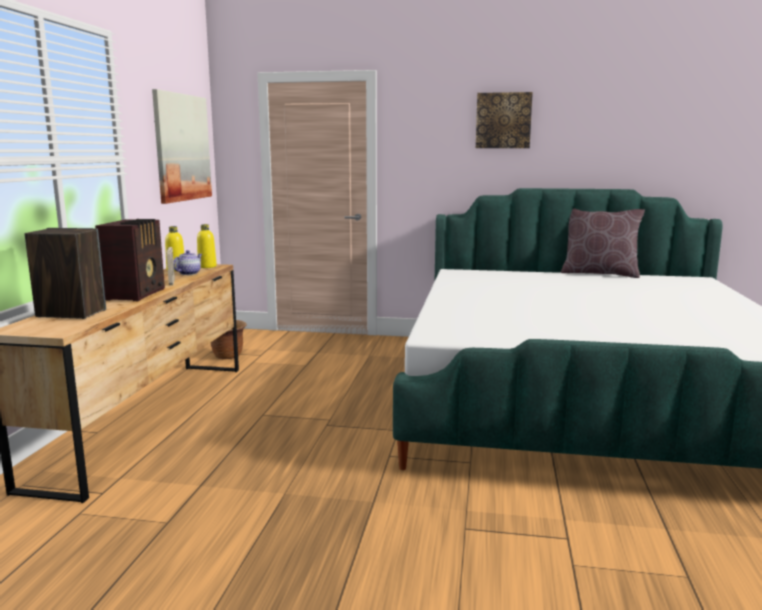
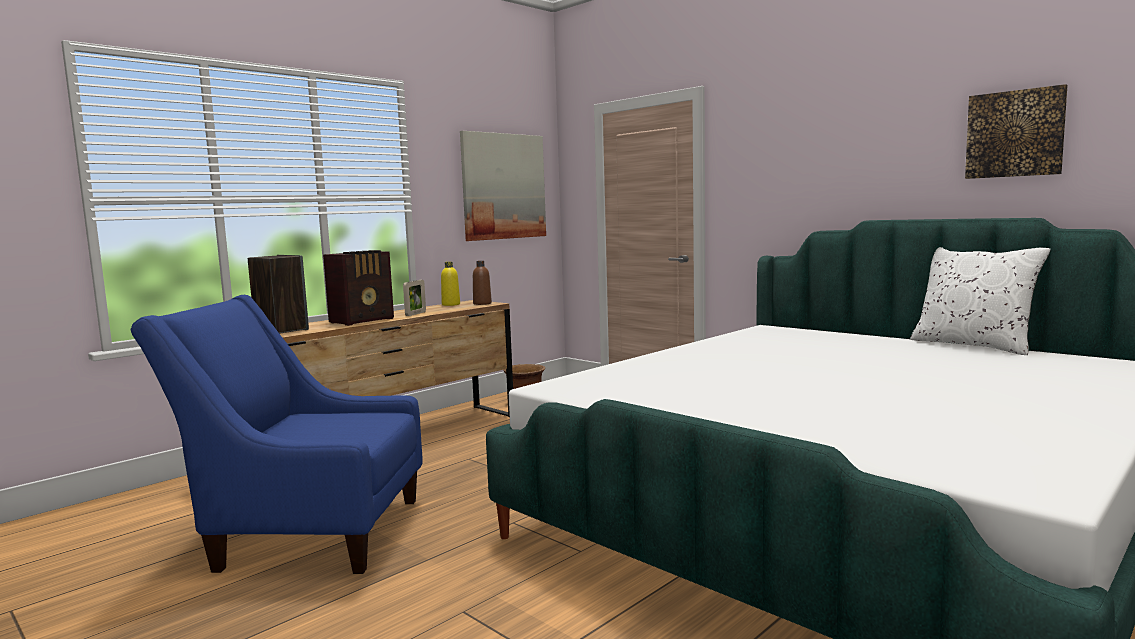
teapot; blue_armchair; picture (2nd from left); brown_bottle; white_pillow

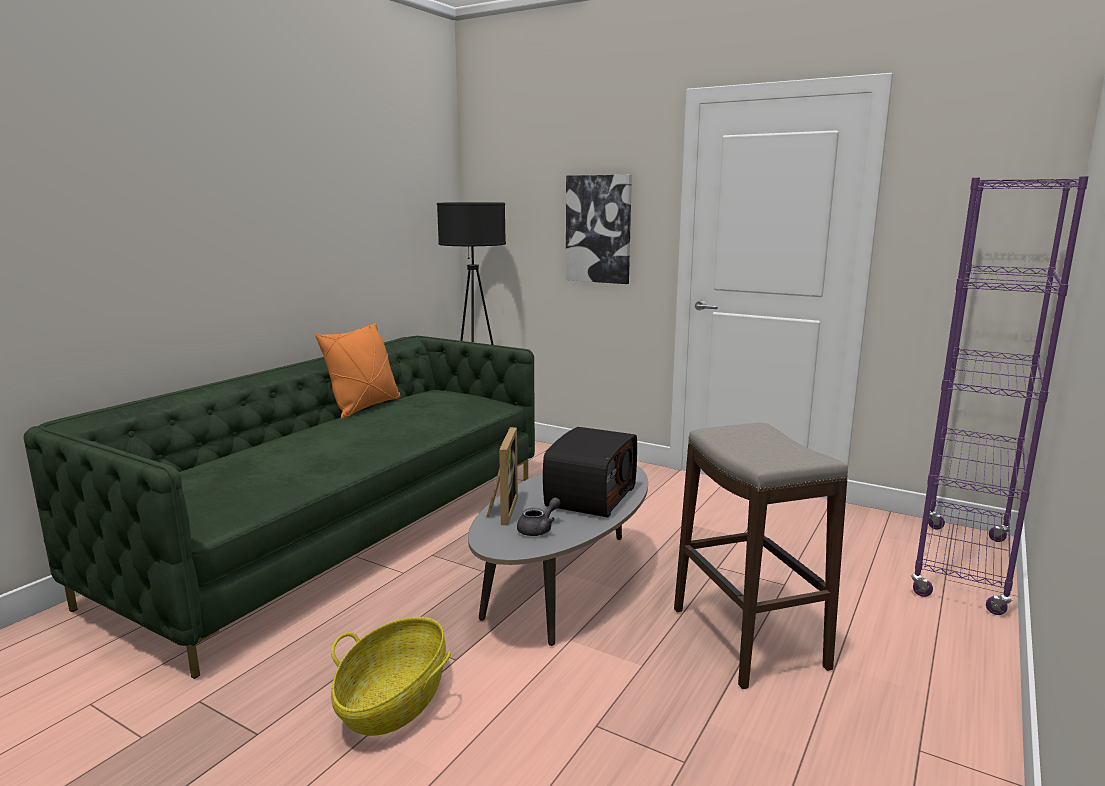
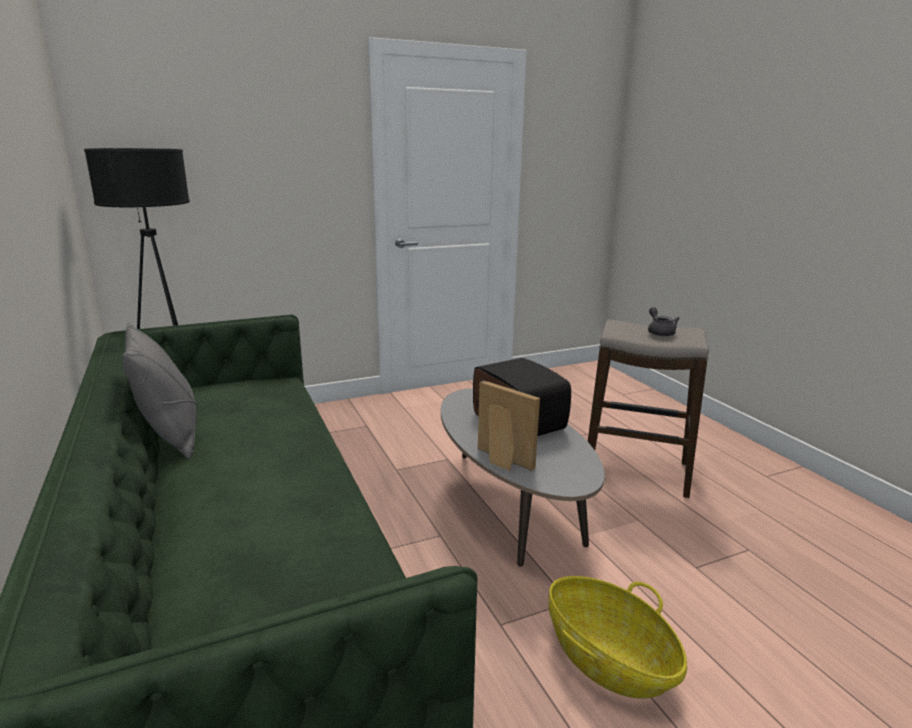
picture; purple_bookcase; grey_teapot; grey_pillow

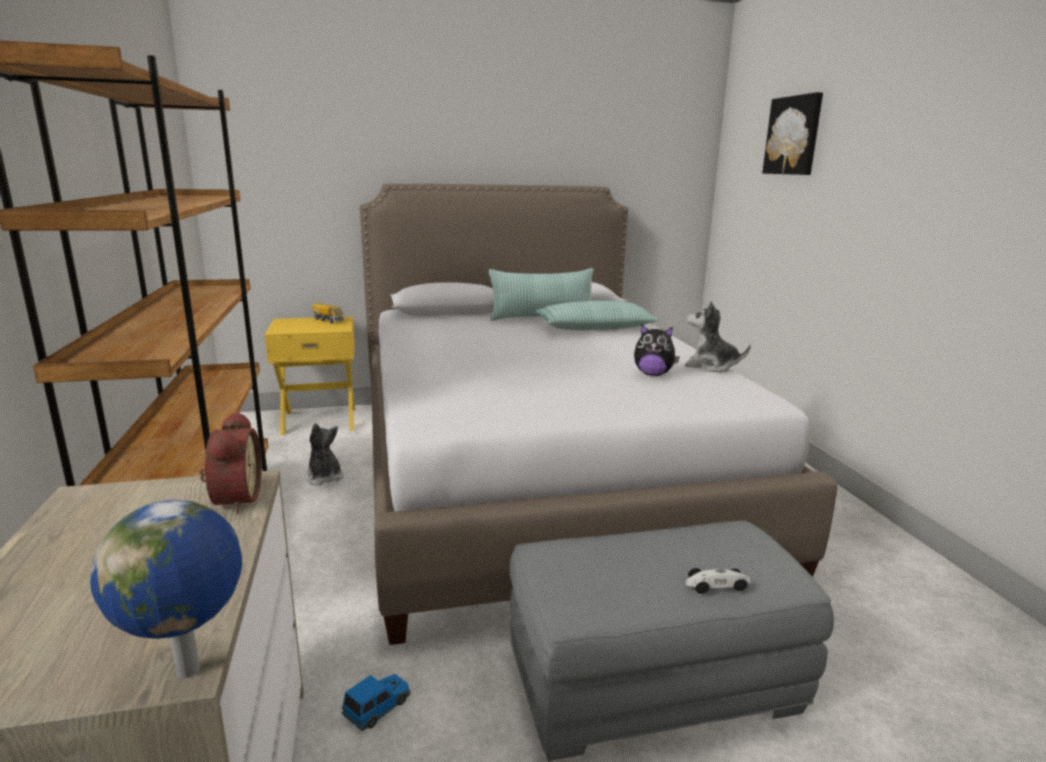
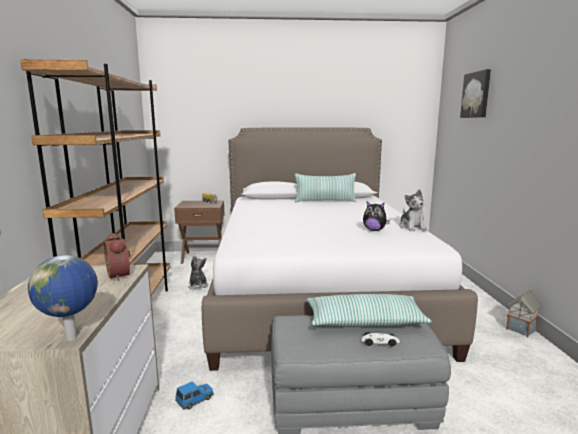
toy_house; pillow (2nd from left); brown_nightstand; alarm_clock; plush_toy (3rd from left)

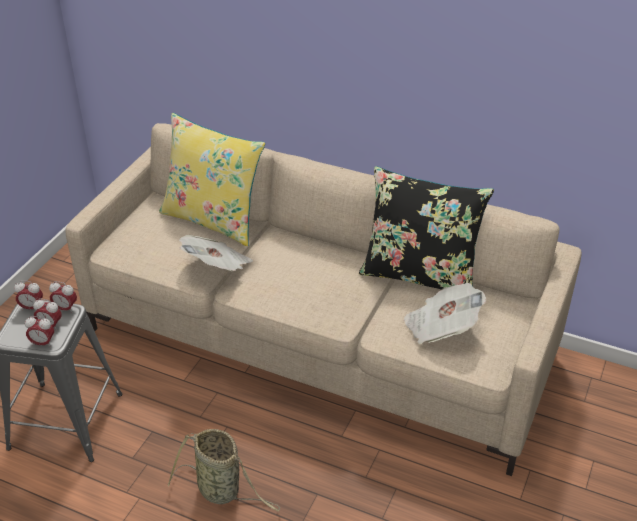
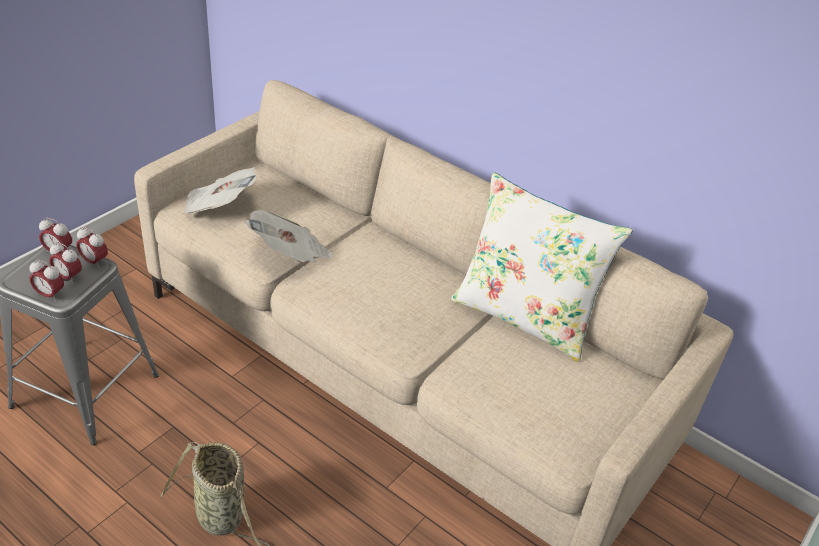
yellow_pillow; newspaper (1st from left); white_pillow

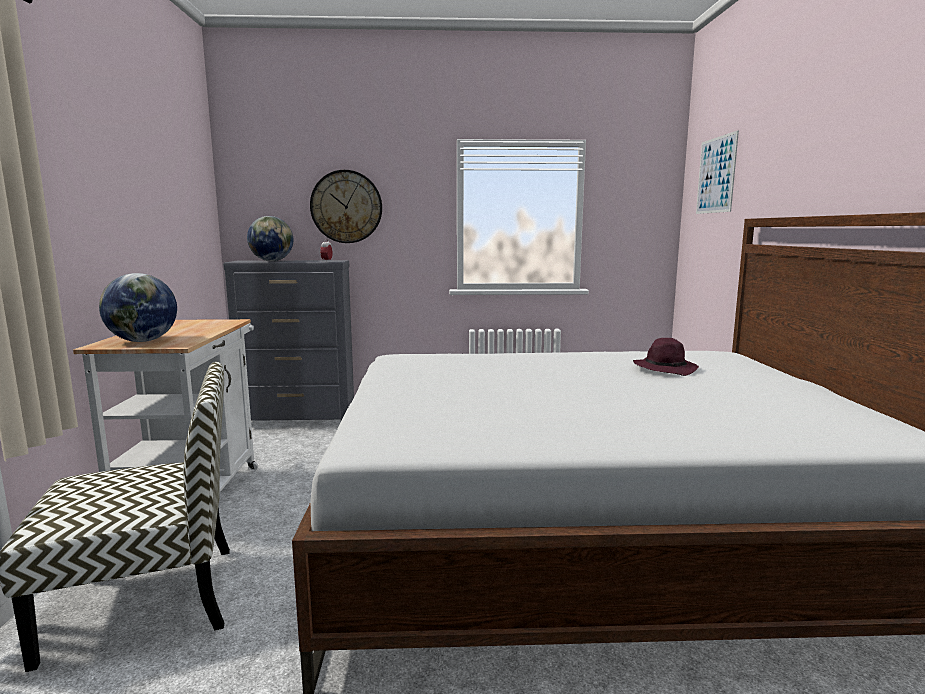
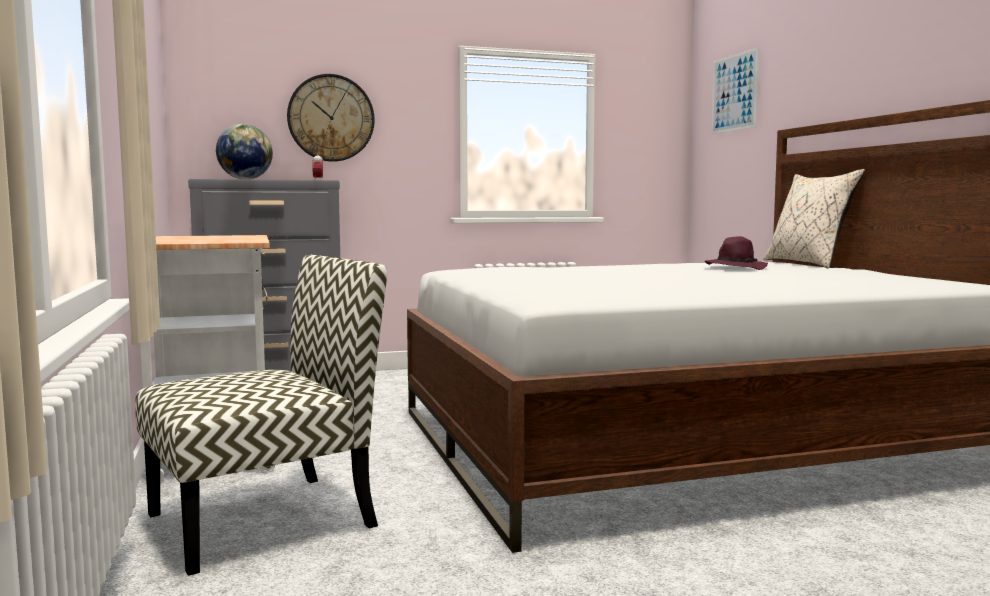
globe (1st from left in the first image); beige_pillow

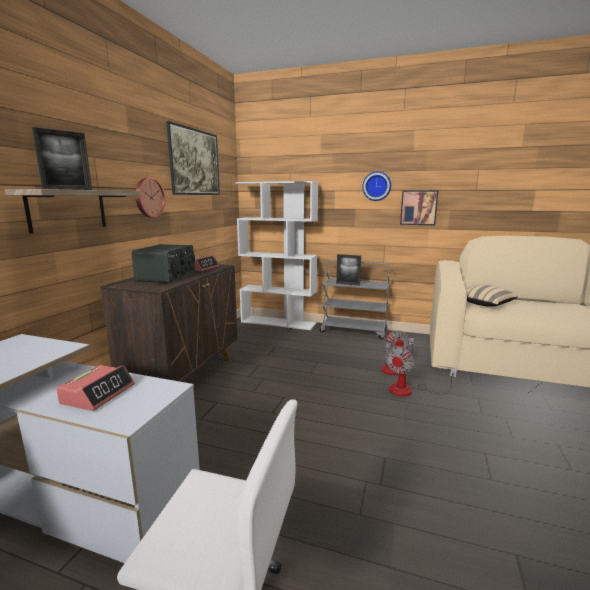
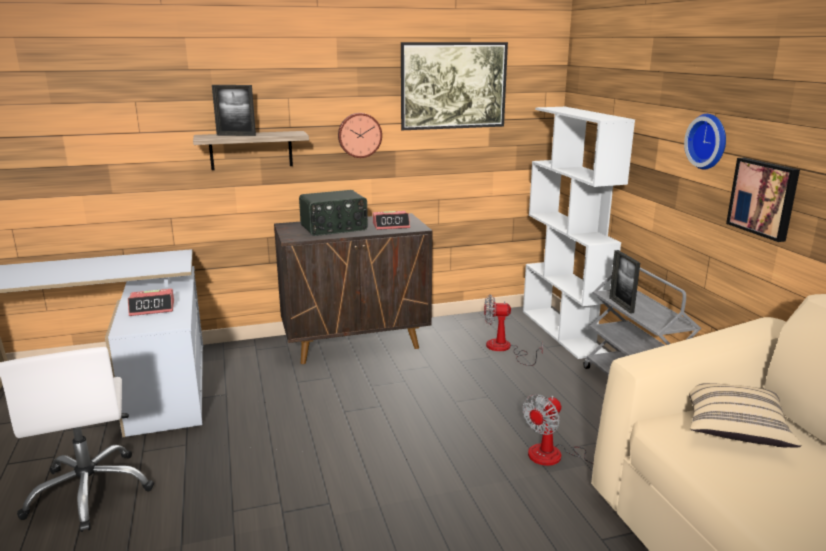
fan (1st from left)

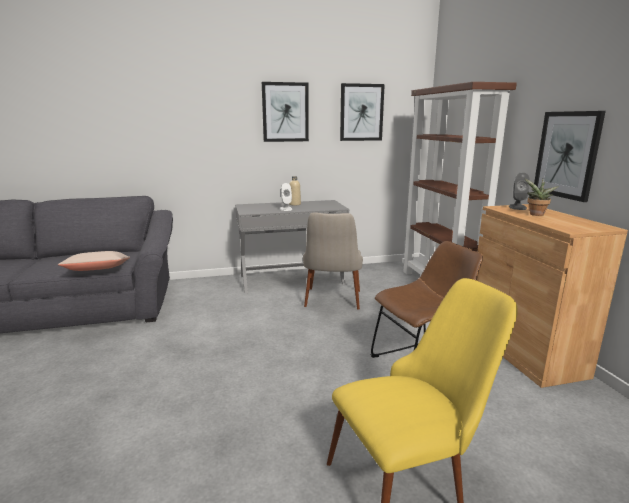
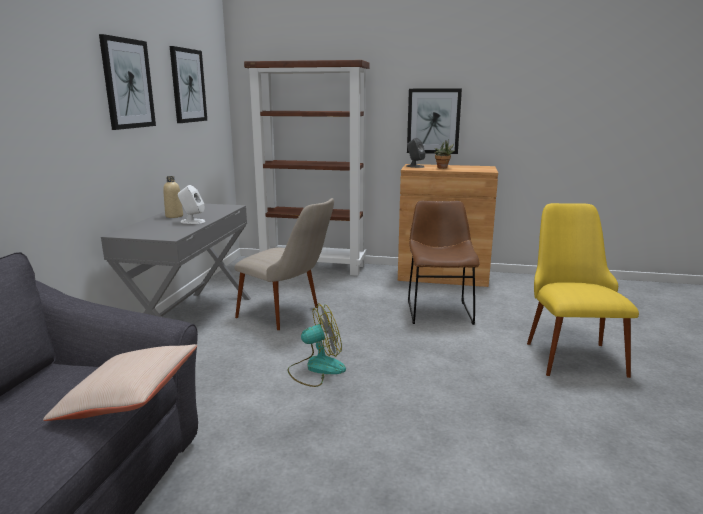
fan

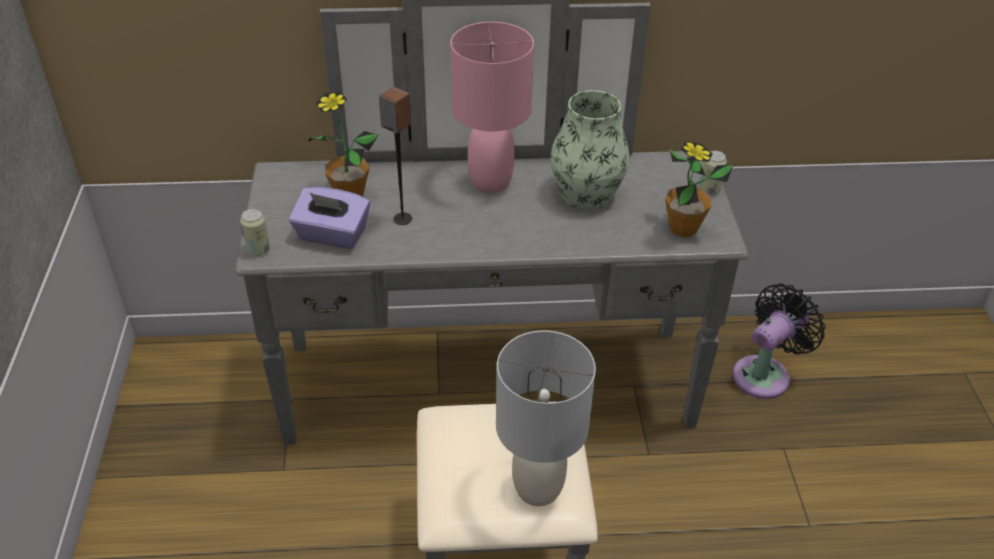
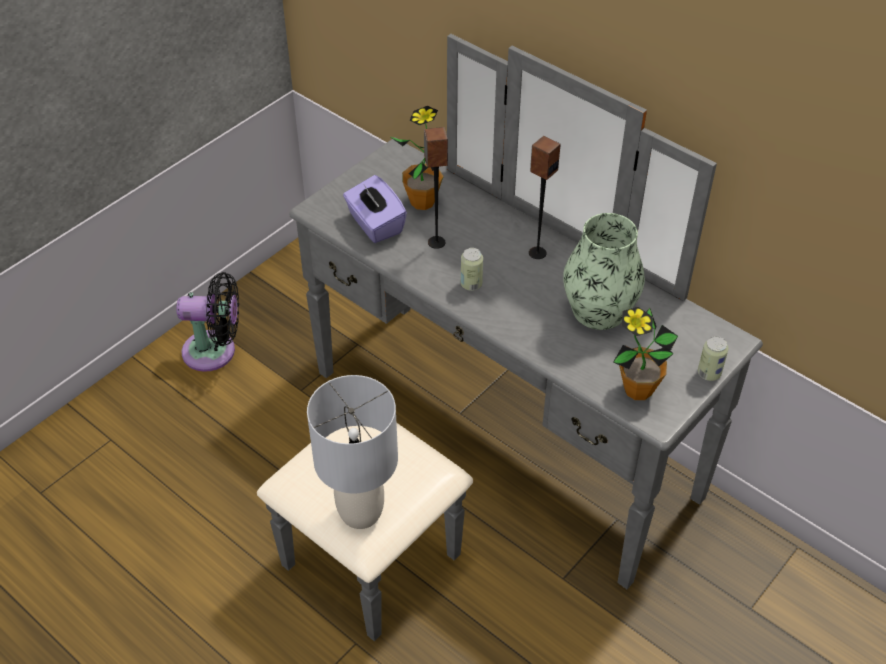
can (1st from left); black_fan; speaker (2nd from left)

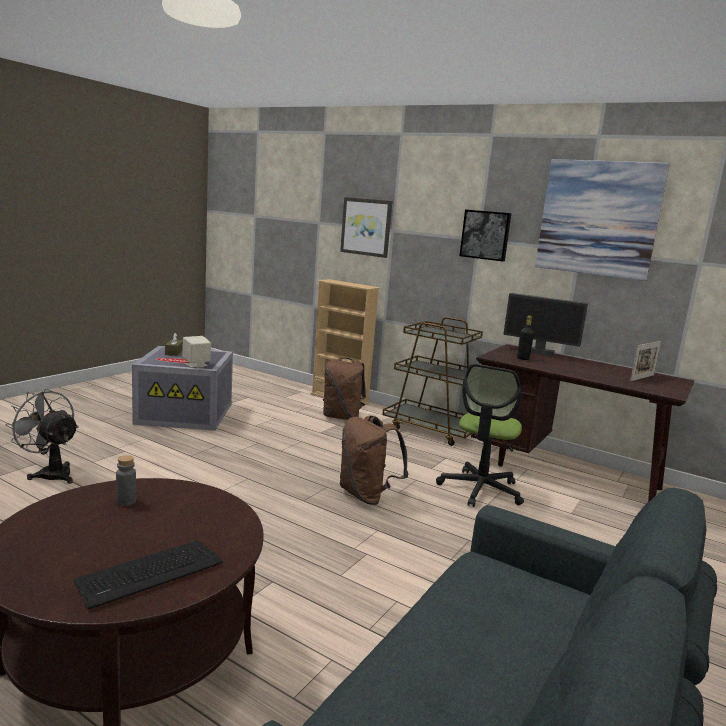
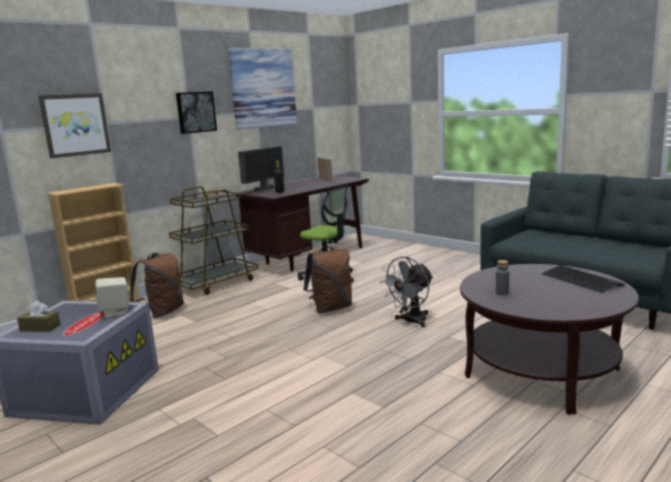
grey_fan

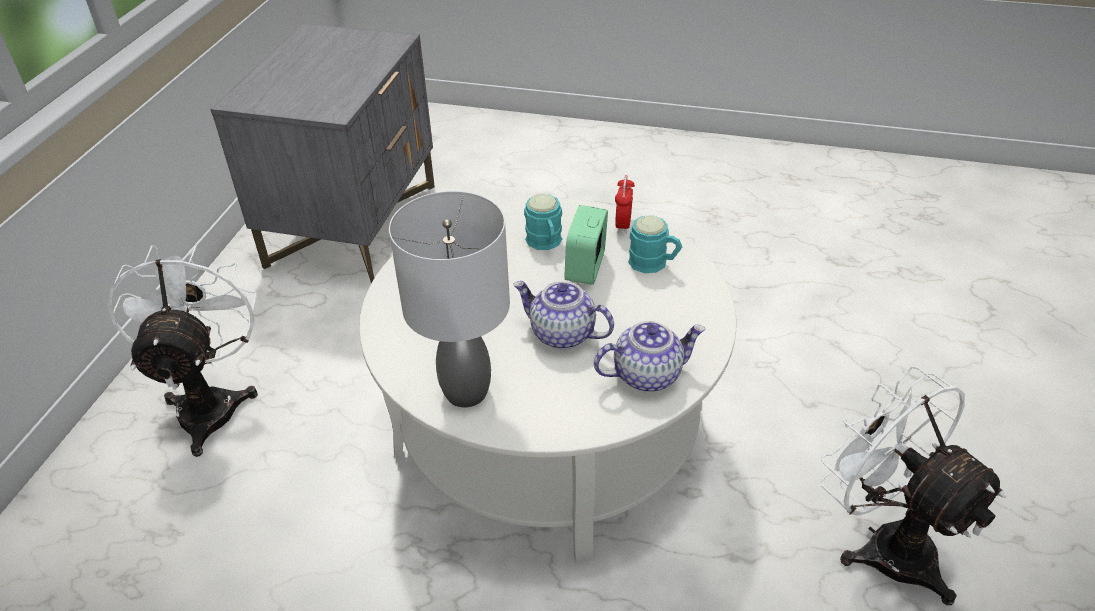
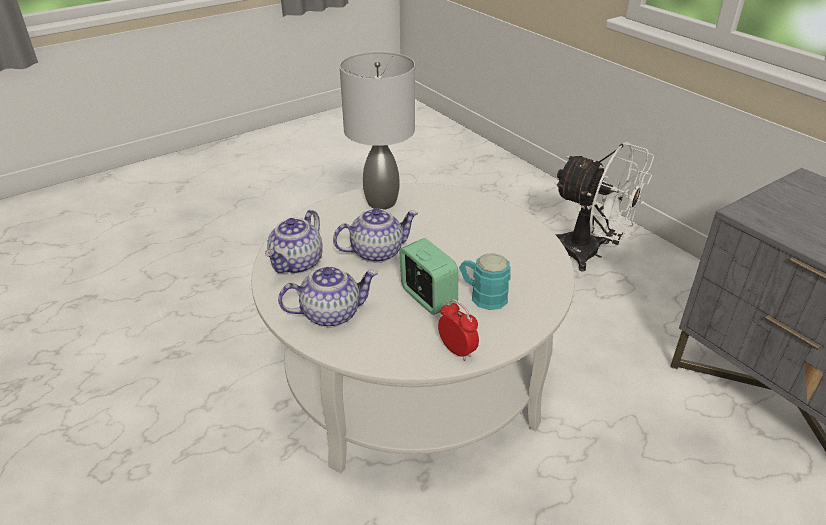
turquoise_mug (2nd from left in the first image); white_fan (2nd from left in the first image); teapot (2nd from left)

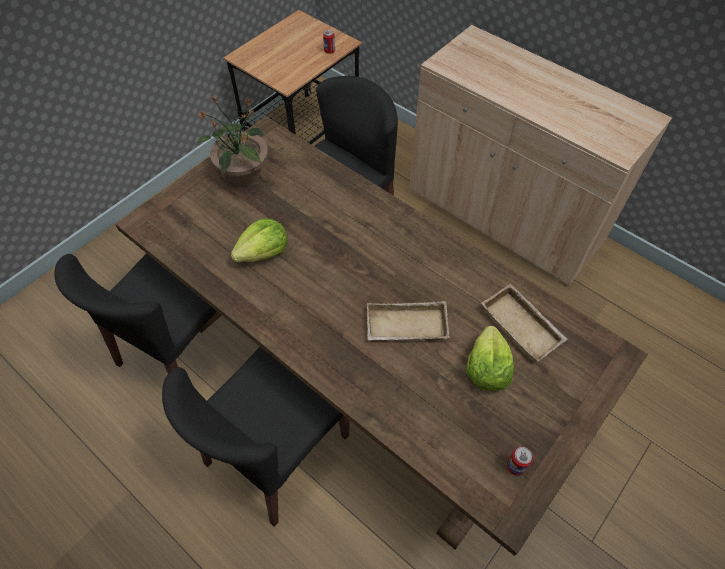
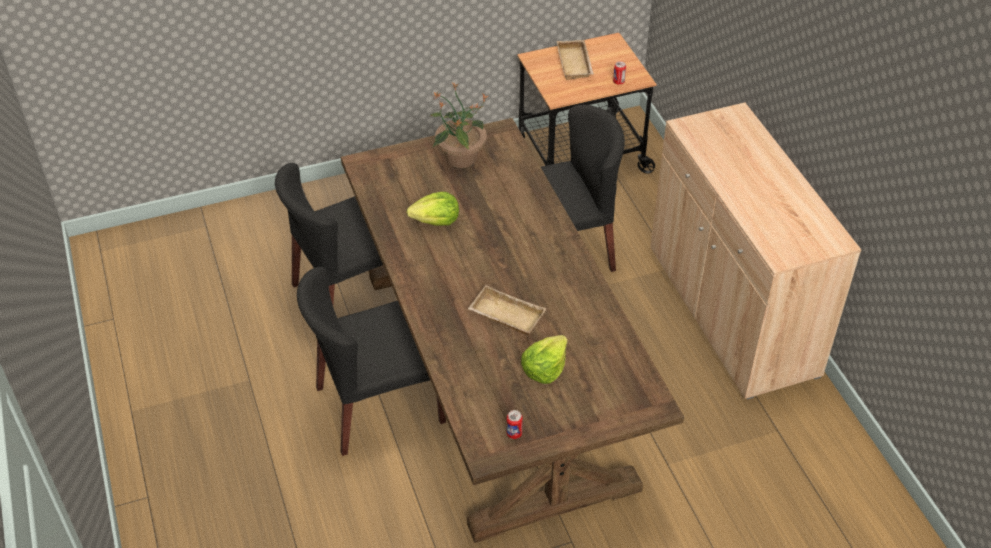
beige_tray (2nd from left)

